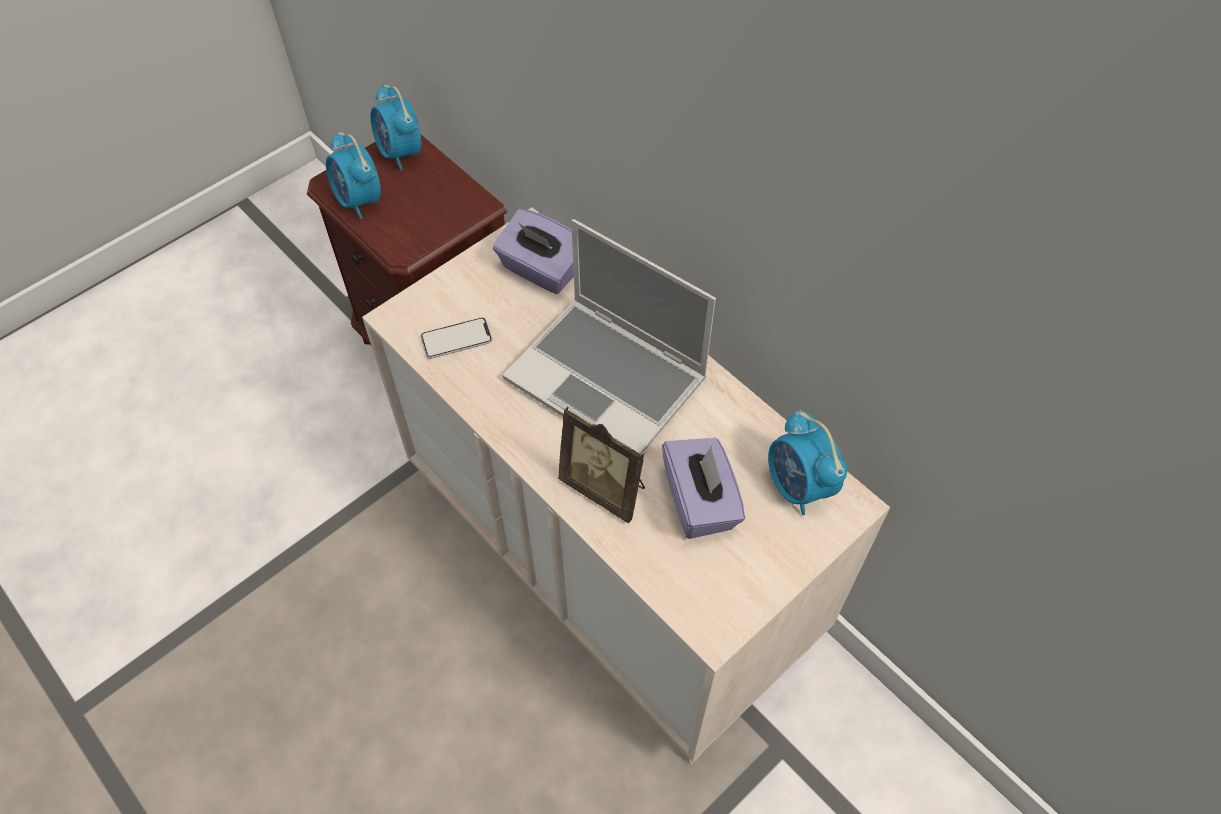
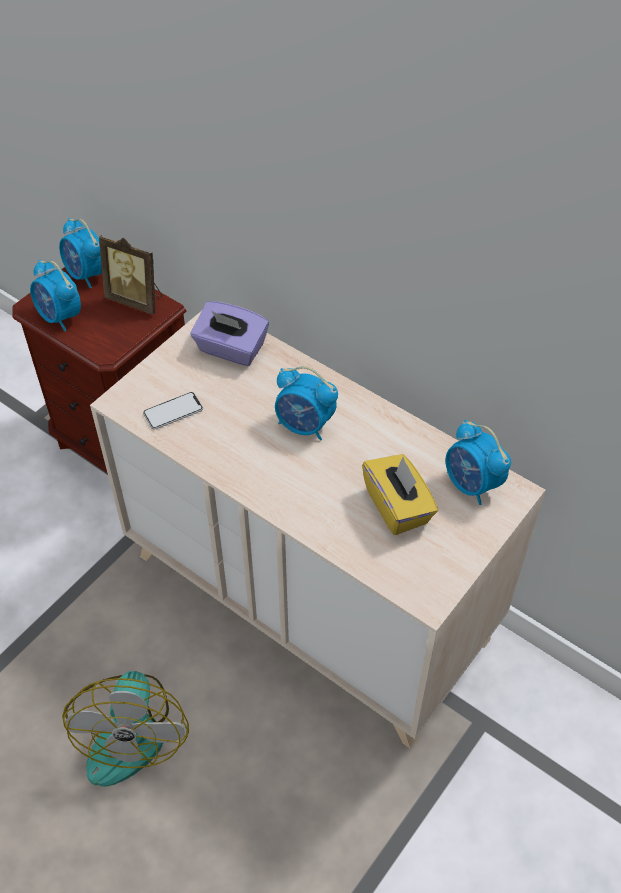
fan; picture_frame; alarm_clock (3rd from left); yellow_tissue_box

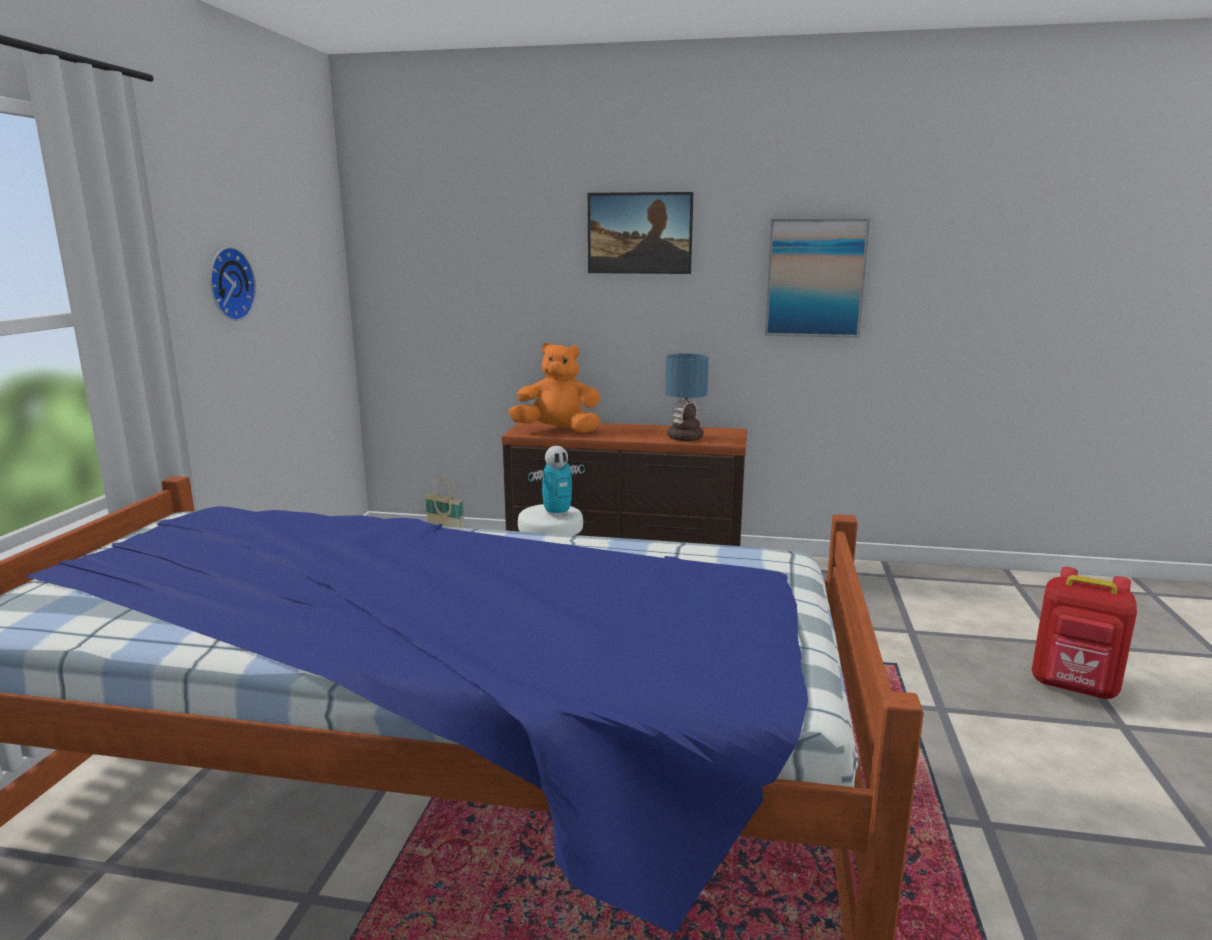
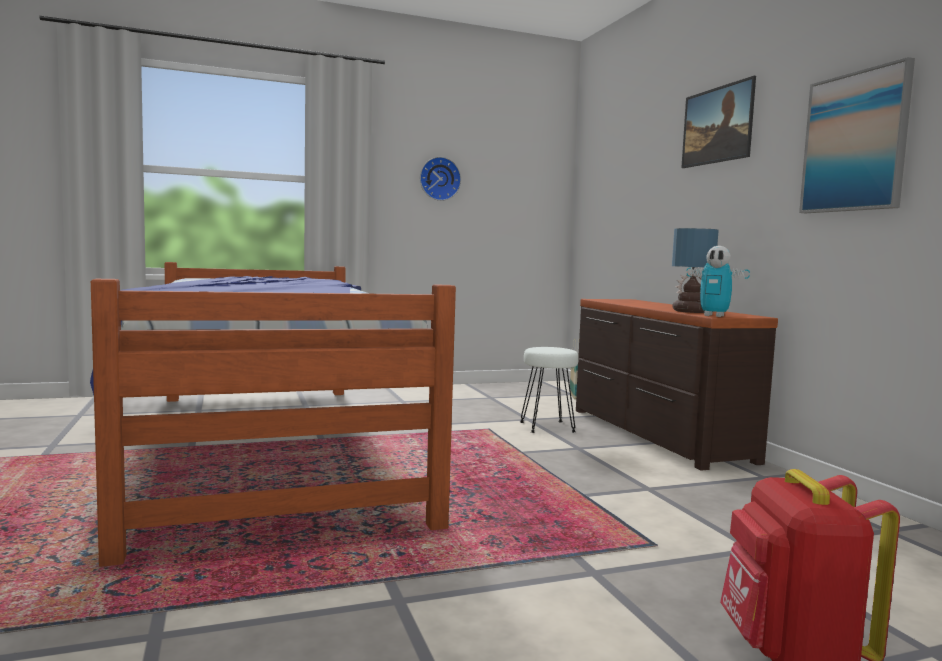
orange_plush_toy; toy_robot

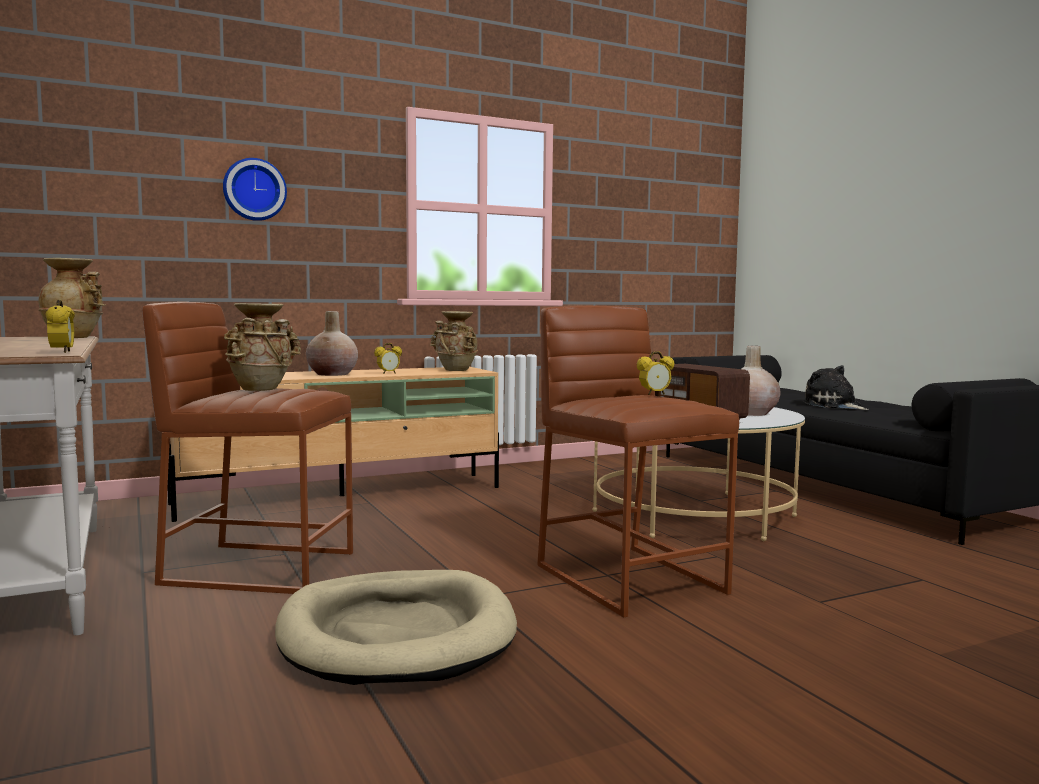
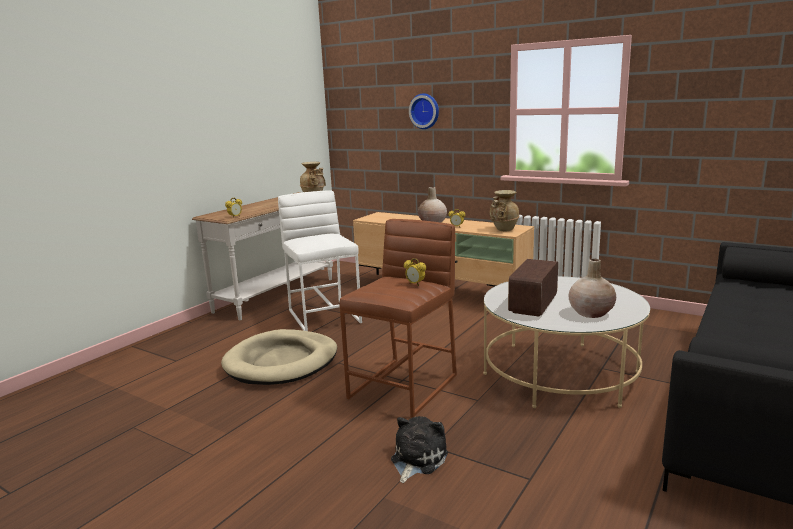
beige_vase (2nd from left in the first image); plush_toy; white_stool

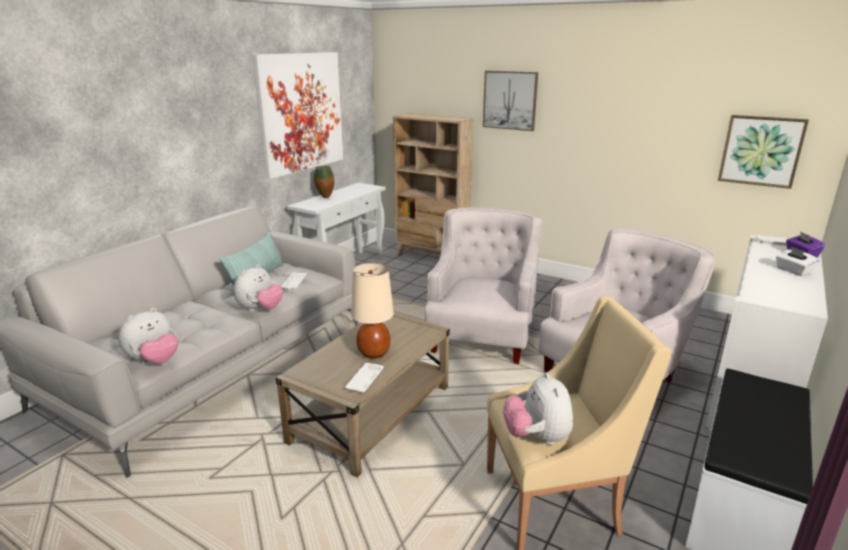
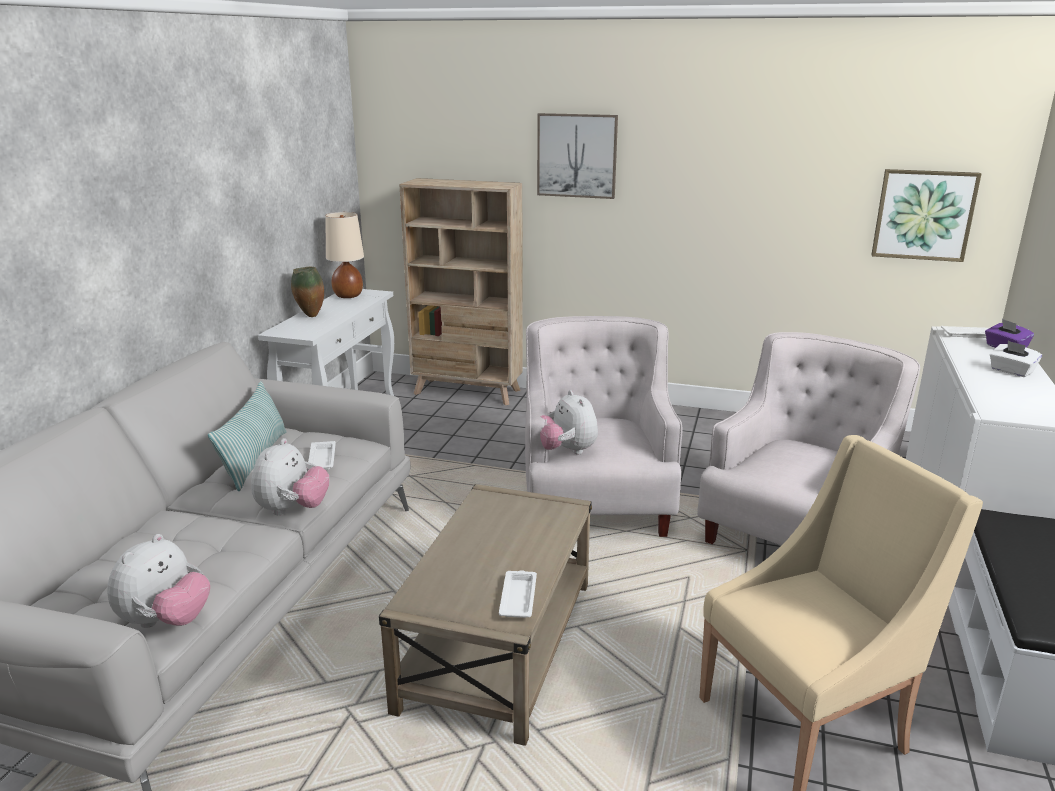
picture (1st from left in the first image); beige_table_lamp; plush_toy (3rd from left)

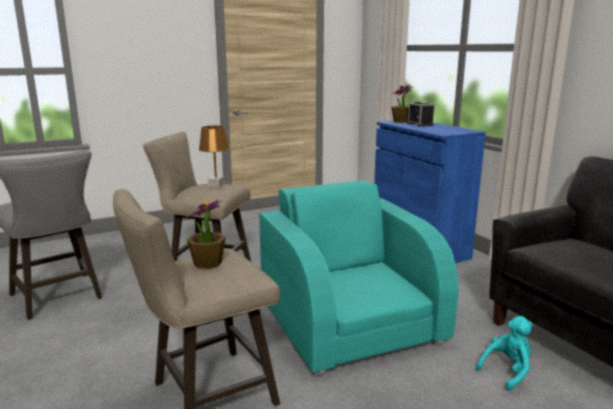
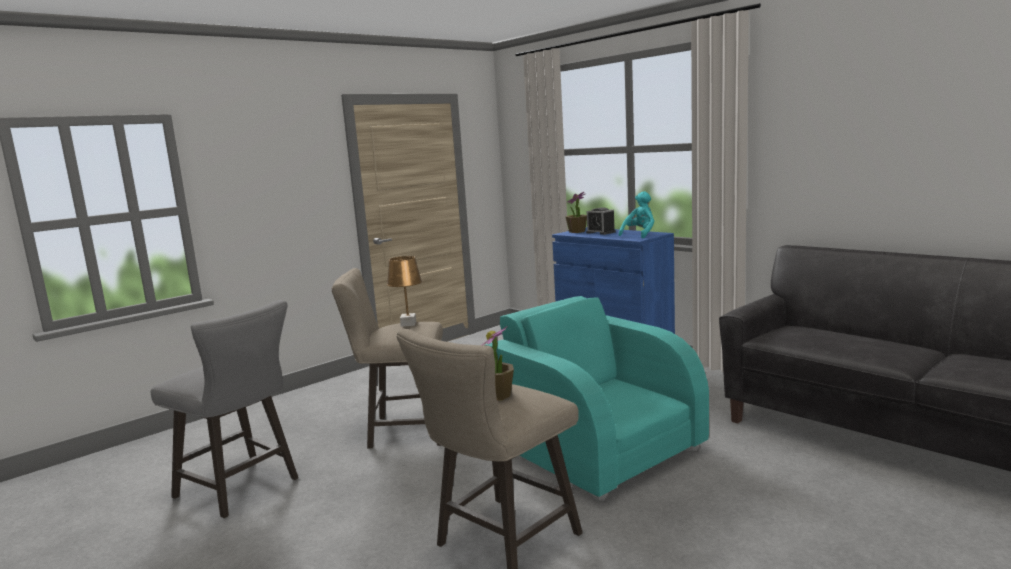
turquoise_plush_toy

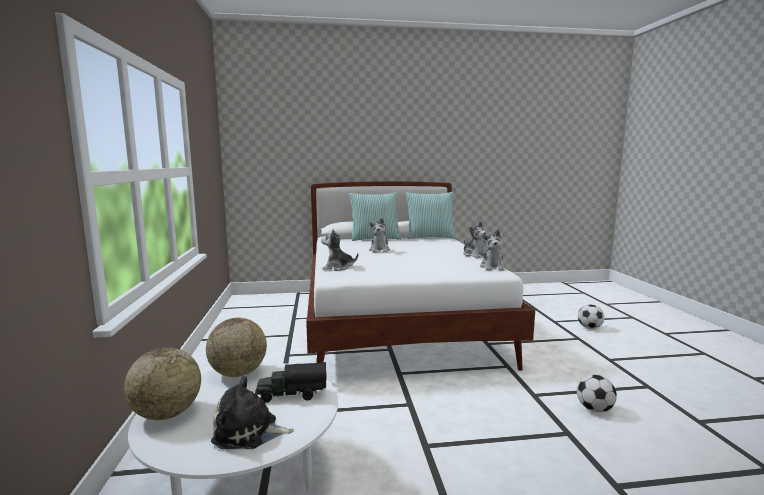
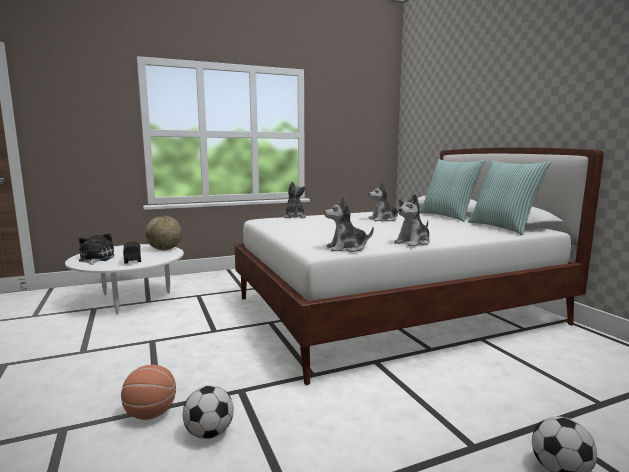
globe (1st from left in the first image); basketball

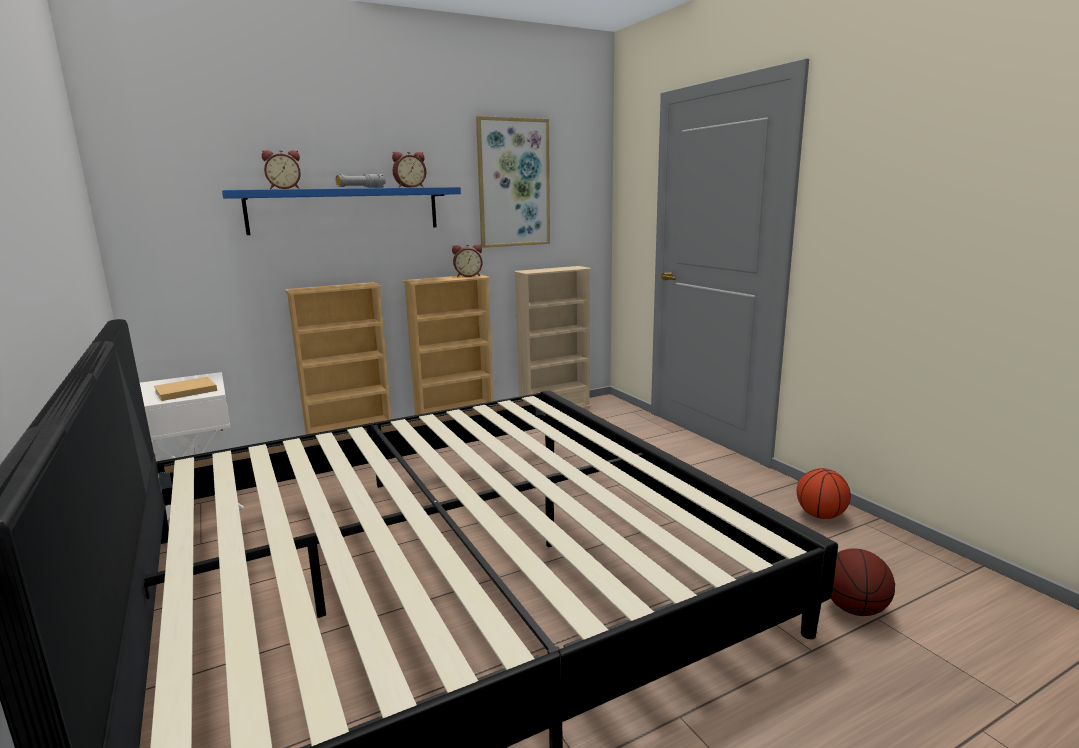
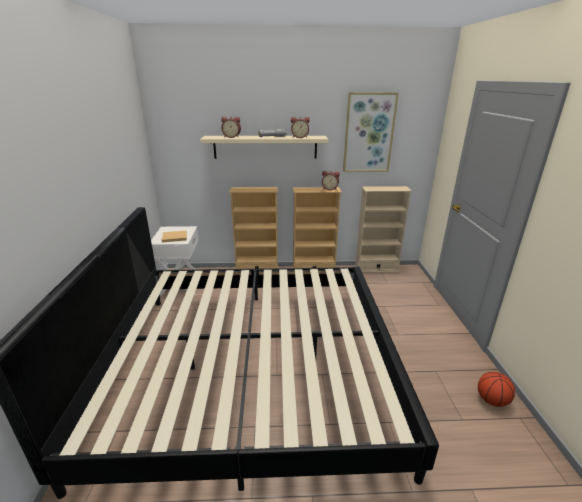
basketball (2nd from left in the first image); beige_shelf

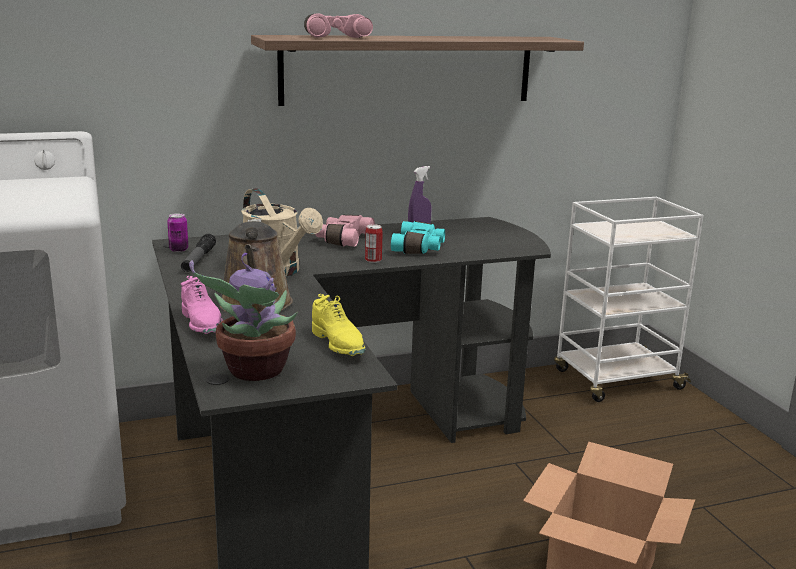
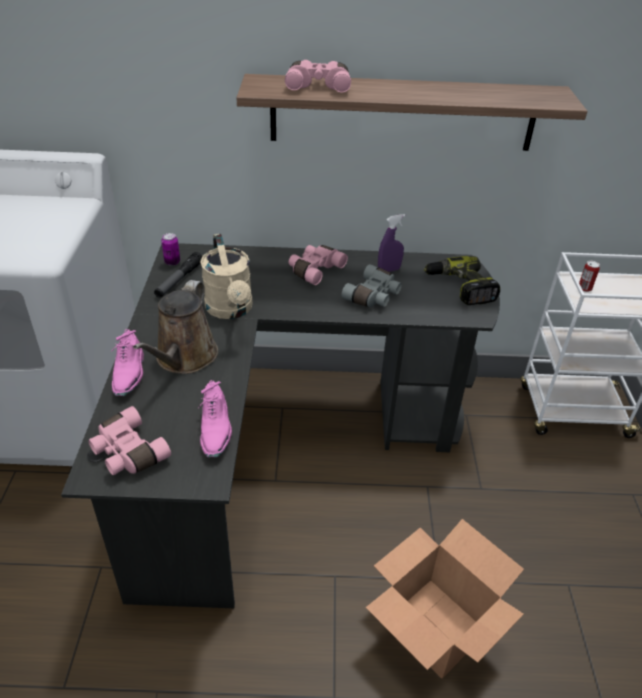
power_drill; can (2nd from left); pink_binoculars (1st from left); pink_shoe (2nd from left); grey_binoculars

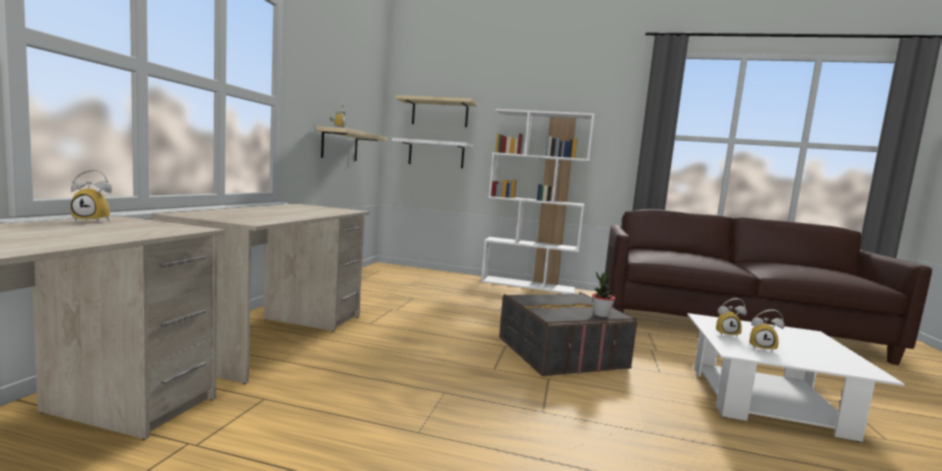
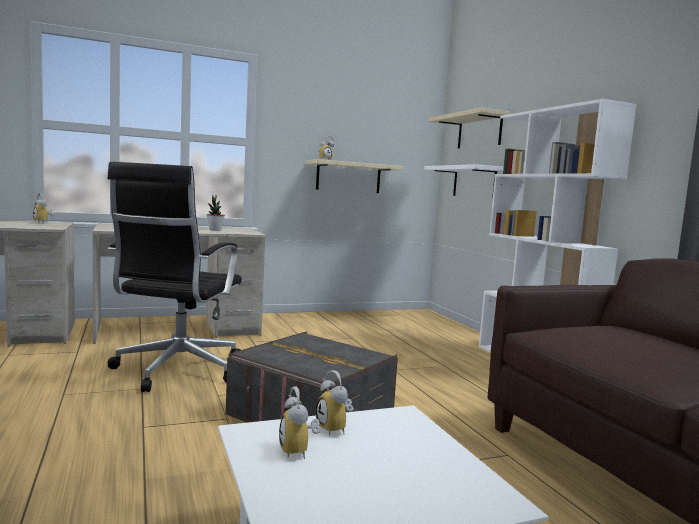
black_office_chair; potted_plant

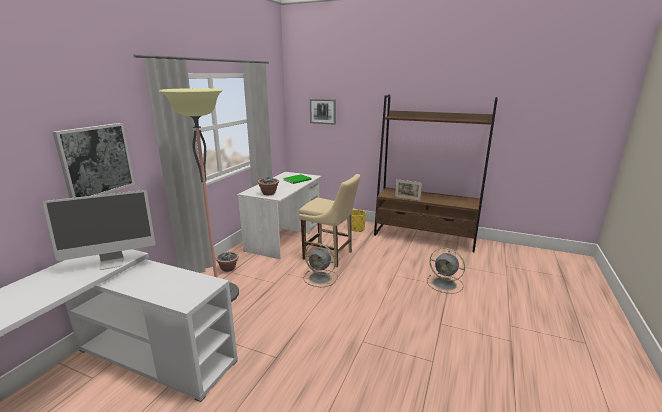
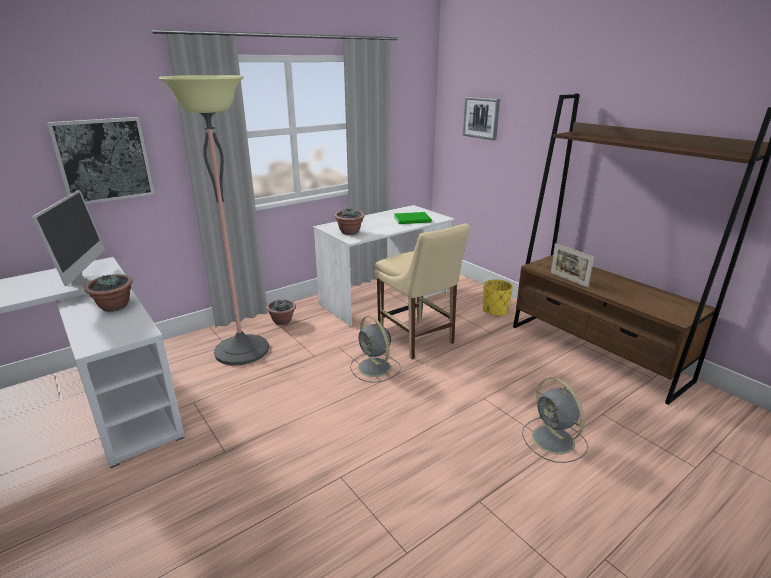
potted_plant (1st from left); monitor

